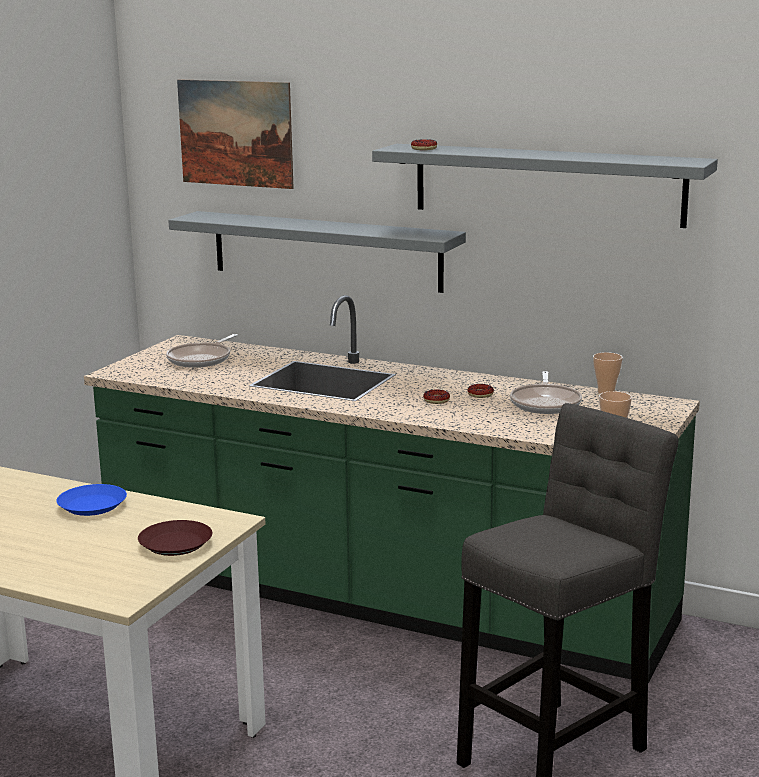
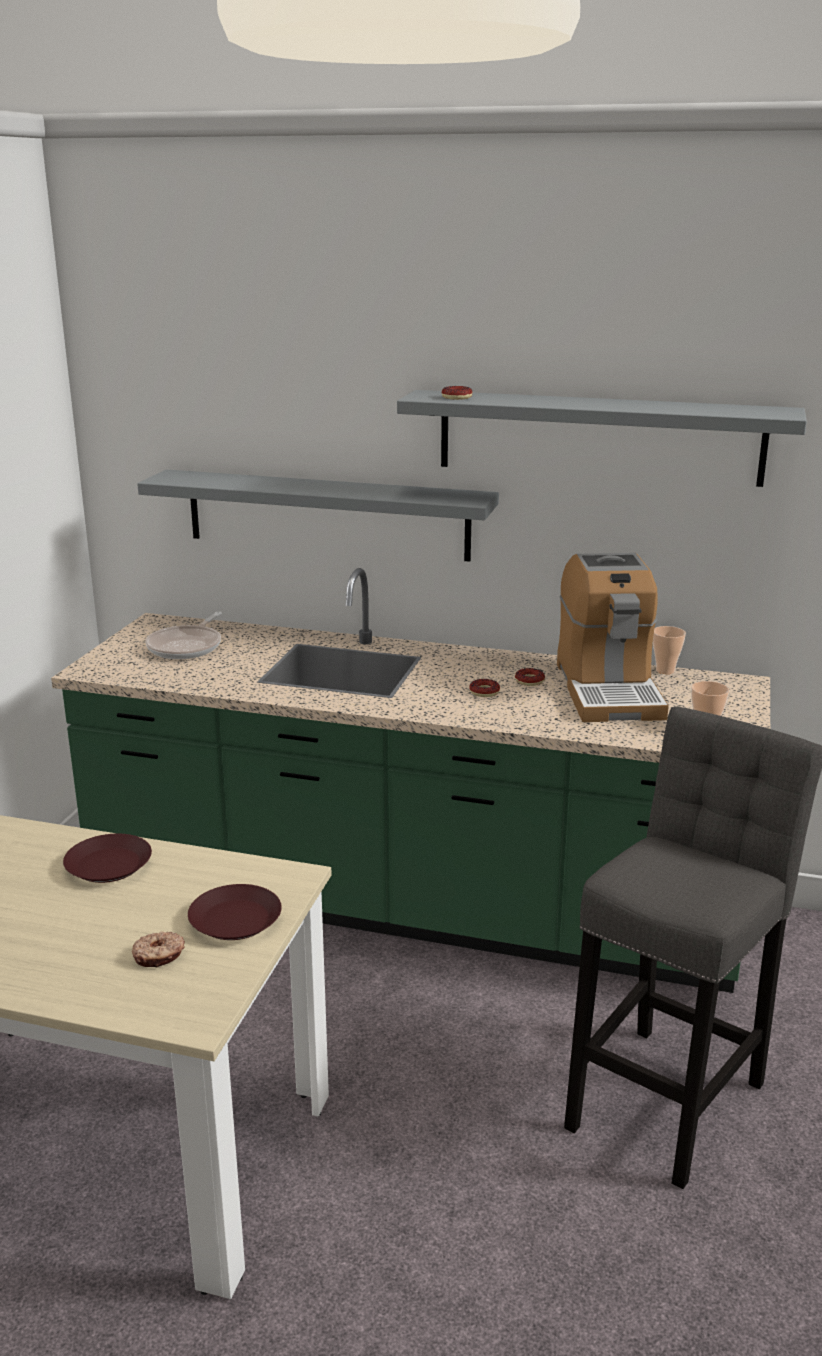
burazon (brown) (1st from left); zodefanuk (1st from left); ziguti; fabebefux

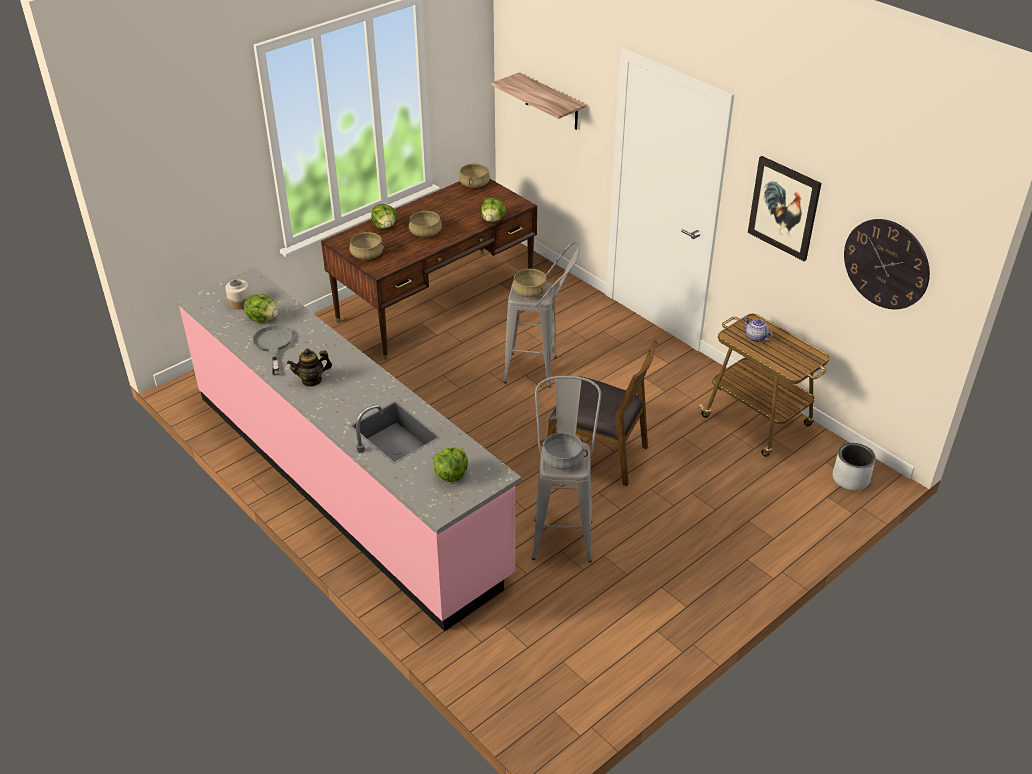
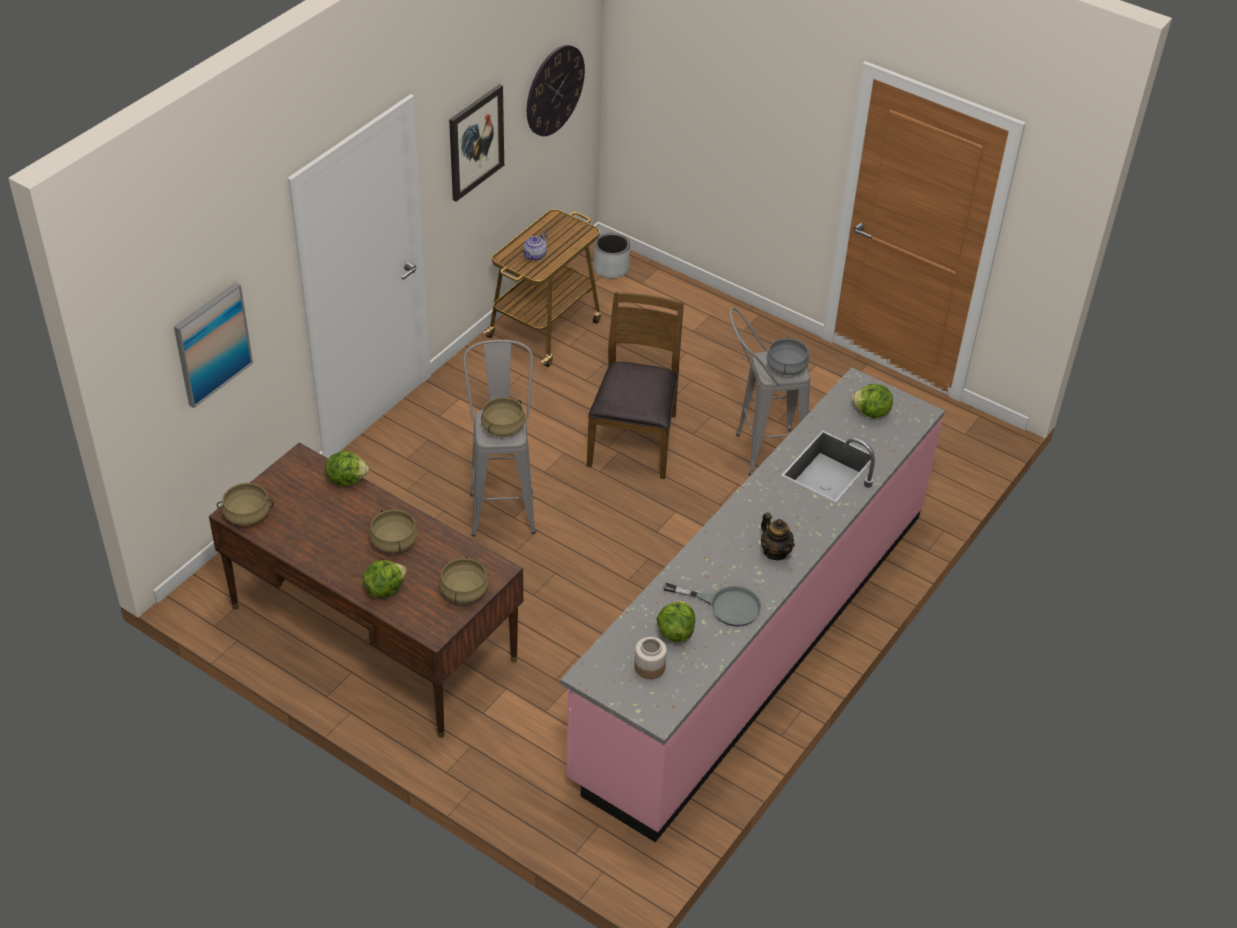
fabebefux (1st from left); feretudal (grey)

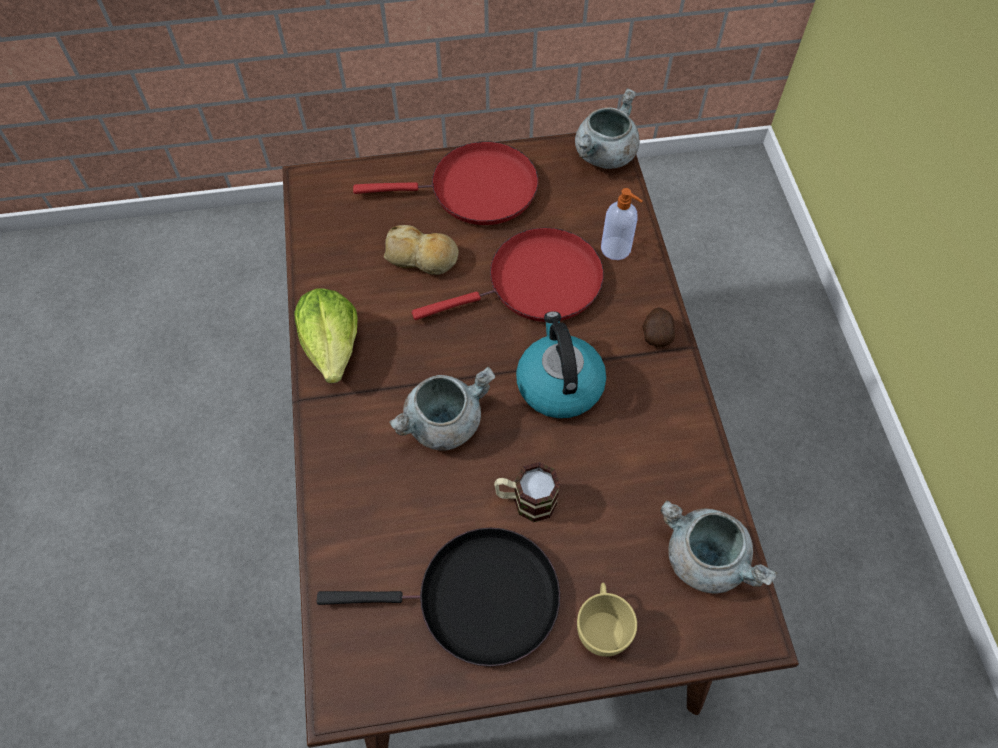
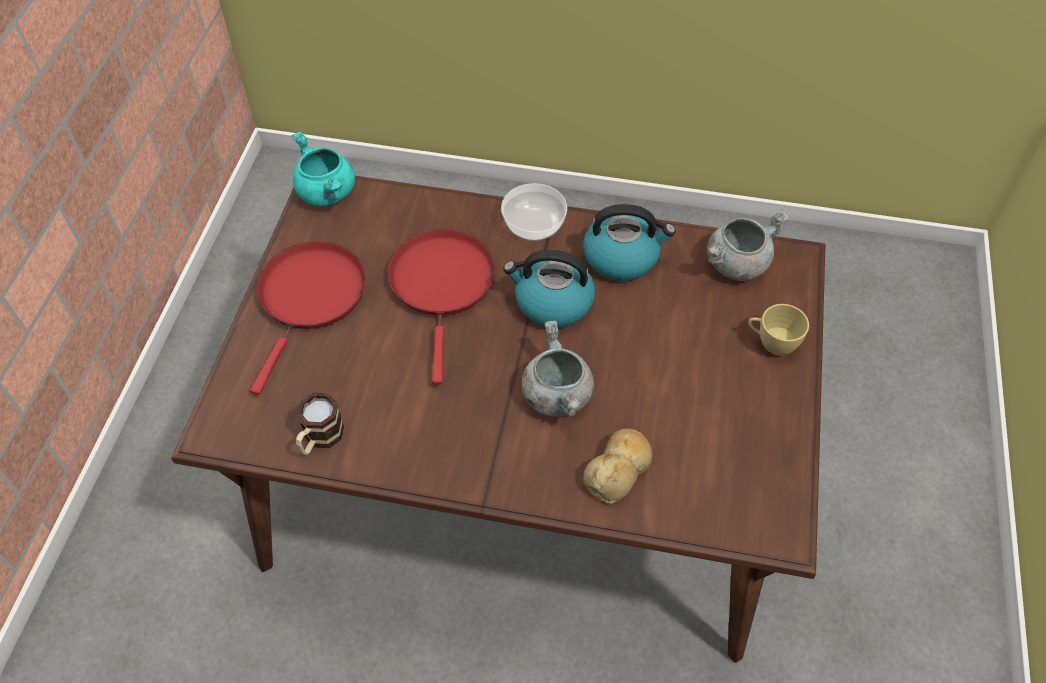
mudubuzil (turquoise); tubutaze; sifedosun; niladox (2nd from left); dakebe; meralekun; feretudal (black); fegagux

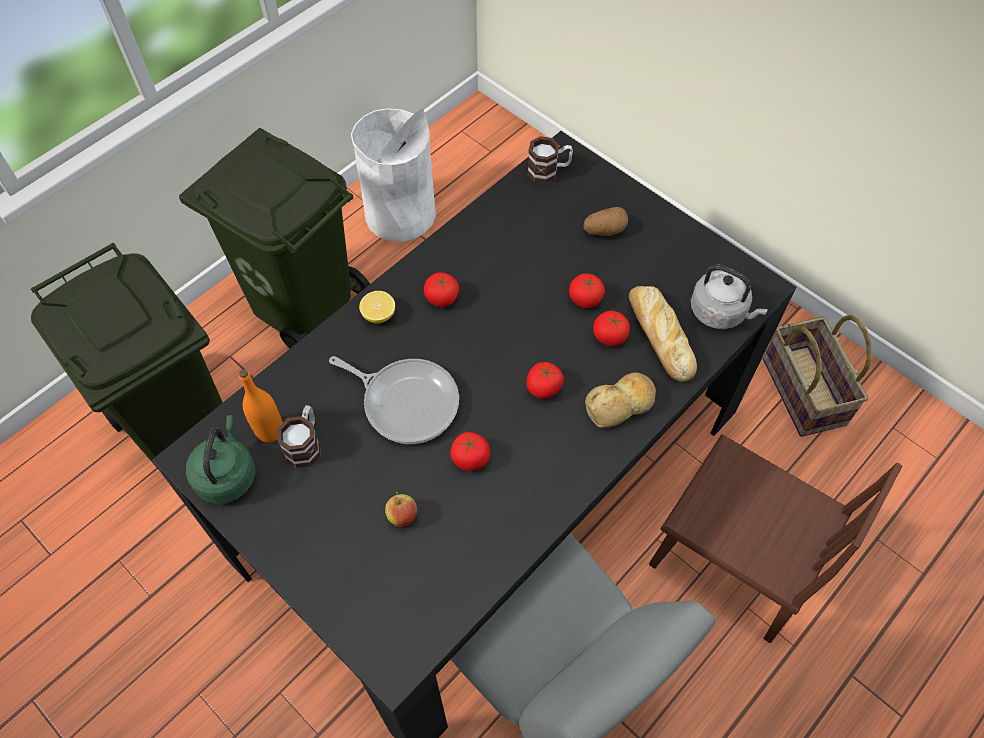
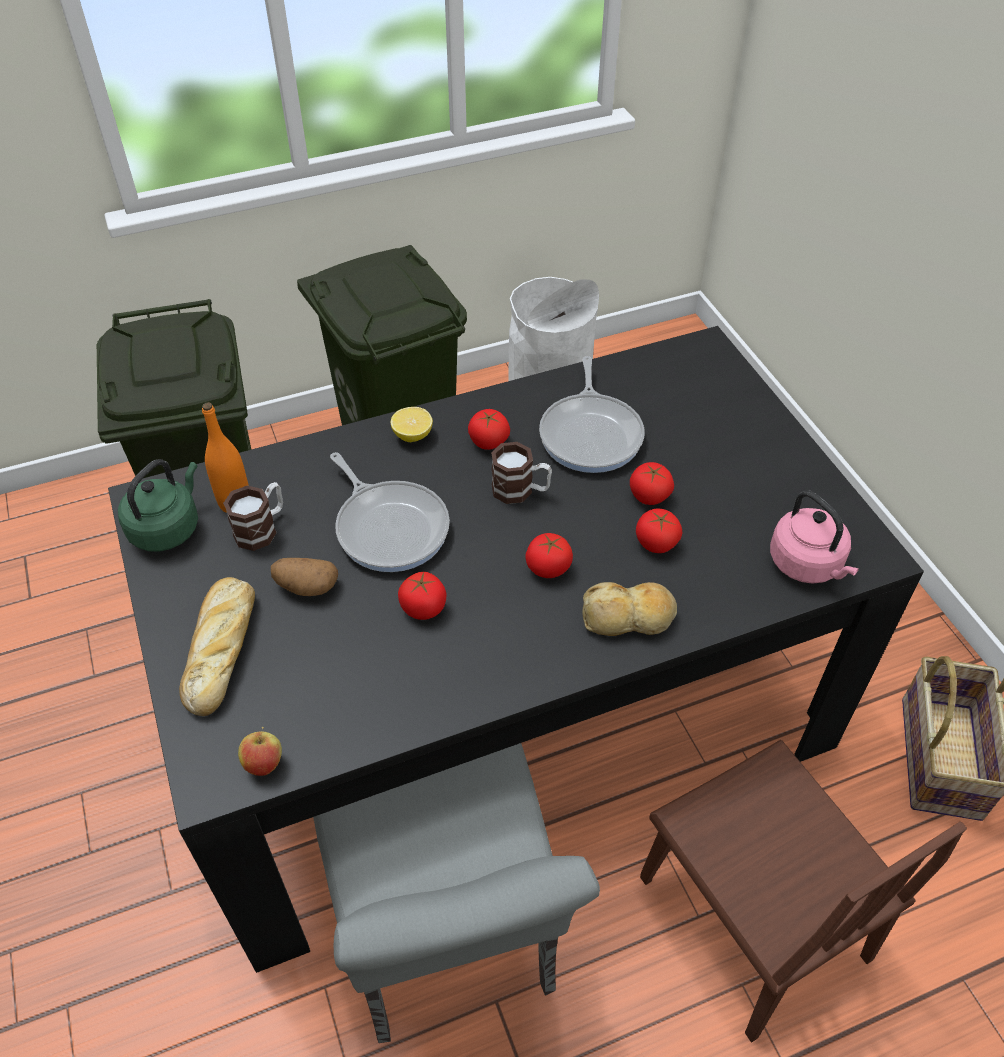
dakebe (1st from left); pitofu; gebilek; tubutaze (2nd from left); feretudal (2nd from left); niladox (pink)

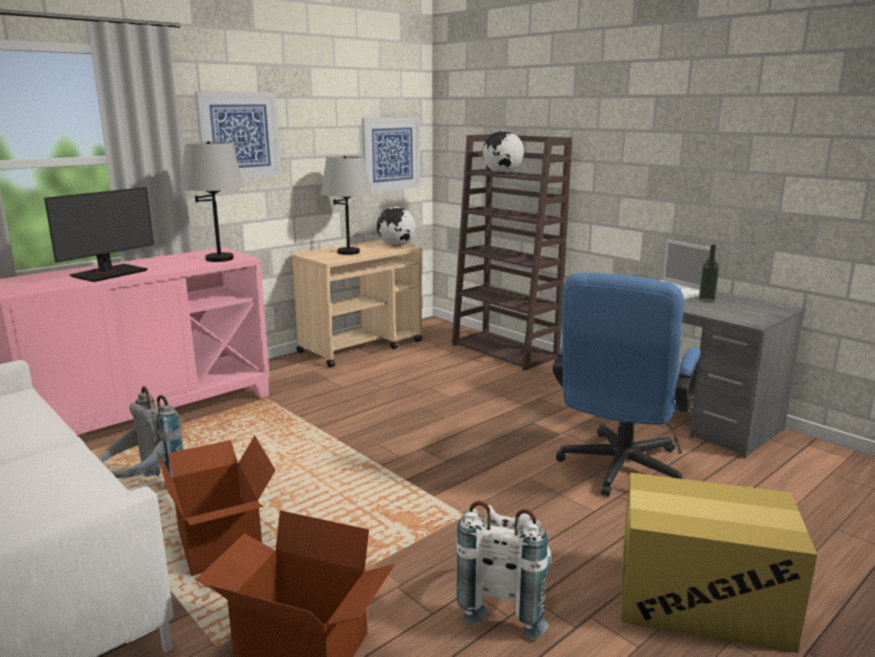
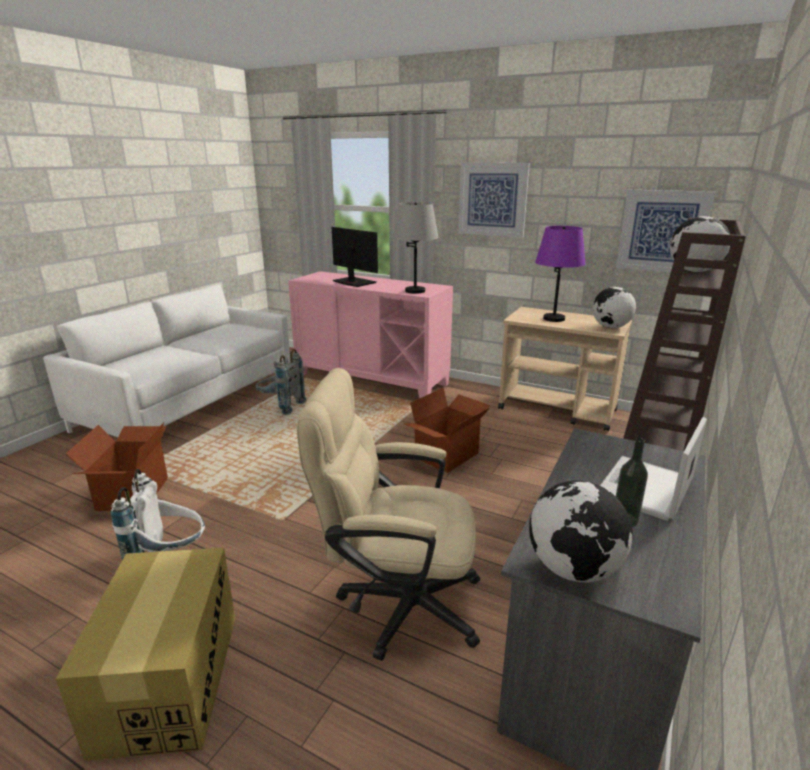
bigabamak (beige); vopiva; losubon (3rd from left); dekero (1st from left); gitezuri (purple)

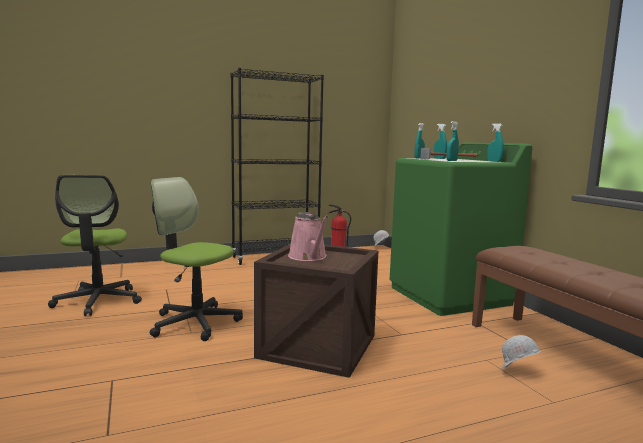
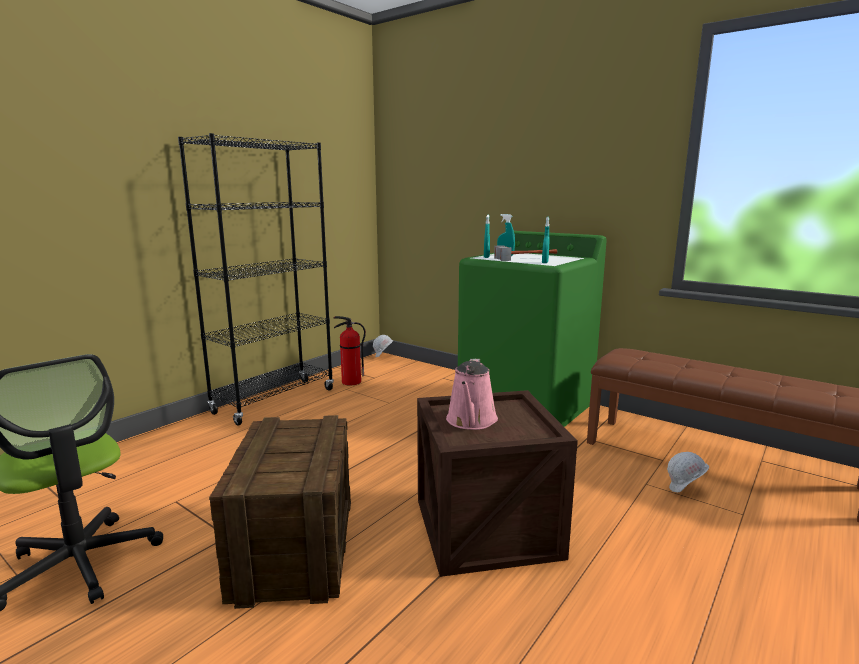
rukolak (1st from left); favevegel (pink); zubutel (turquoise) (4th from left in the first image)

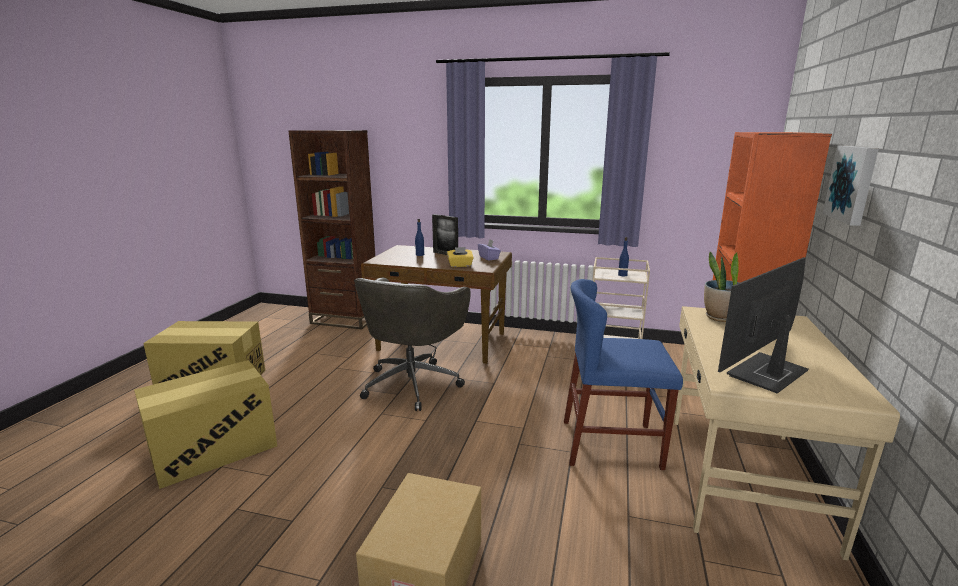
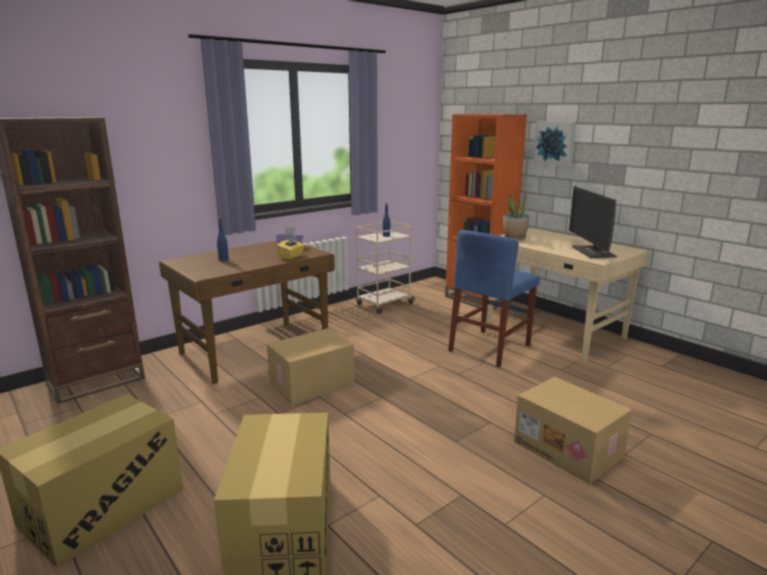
losubon (3rd from left); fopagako

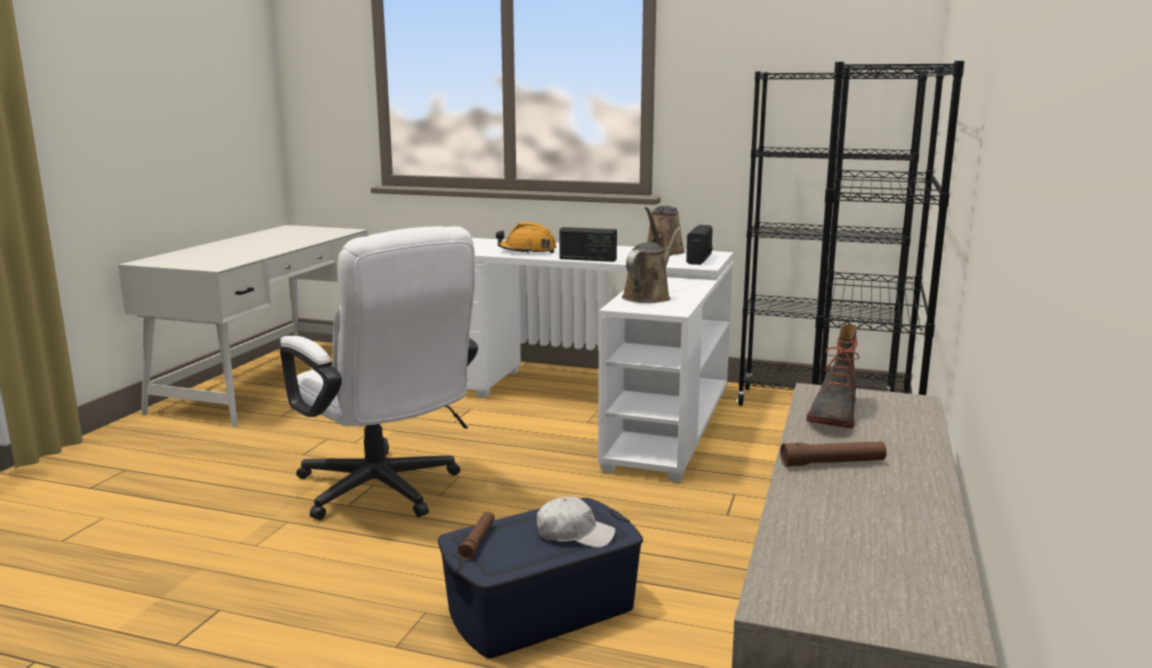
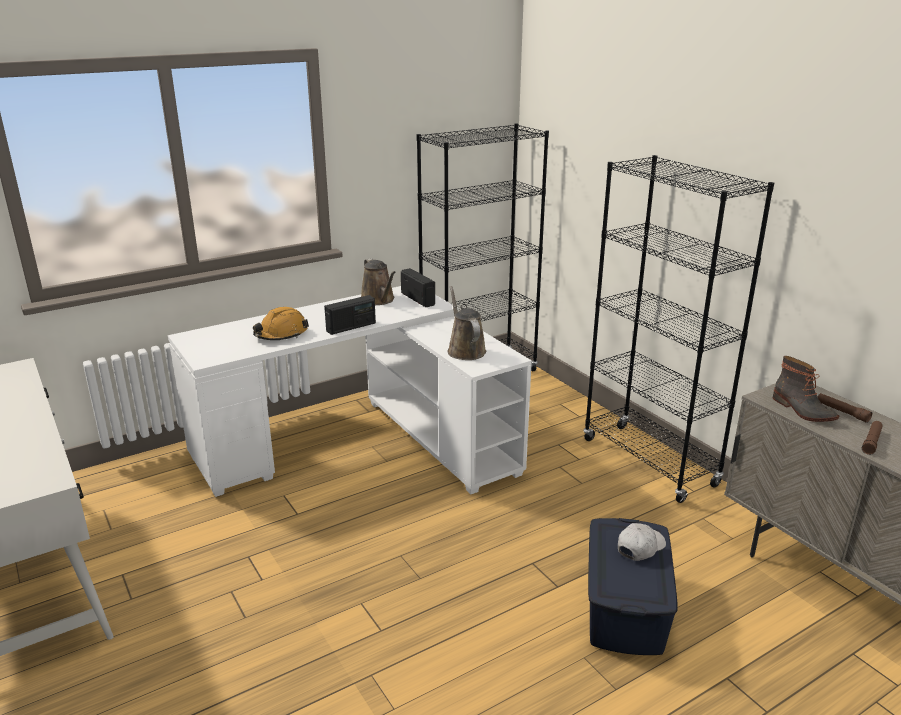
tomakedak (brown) (1st from left); bigabamak (white)

